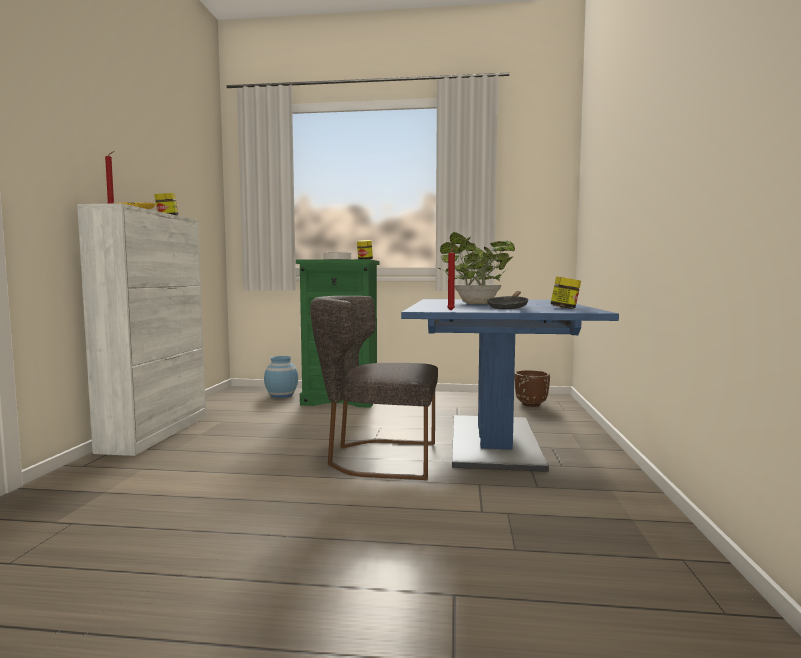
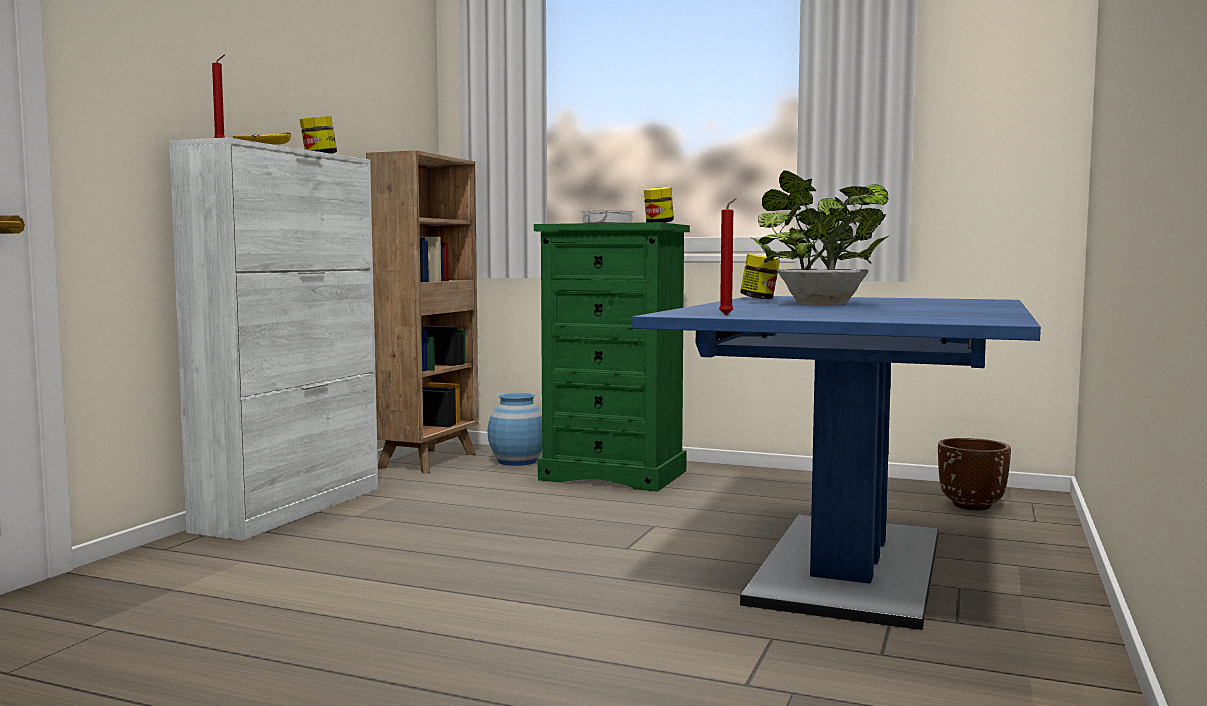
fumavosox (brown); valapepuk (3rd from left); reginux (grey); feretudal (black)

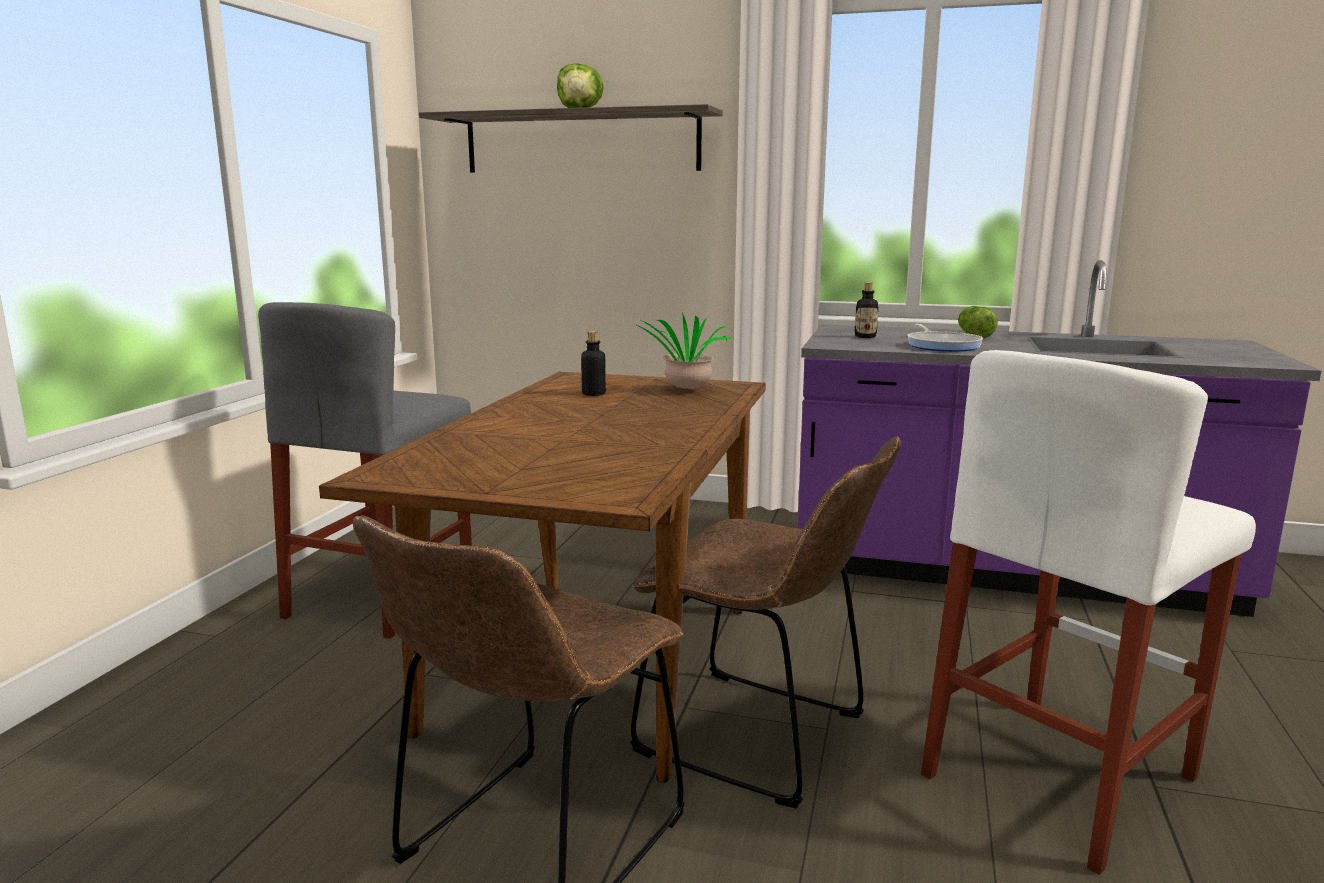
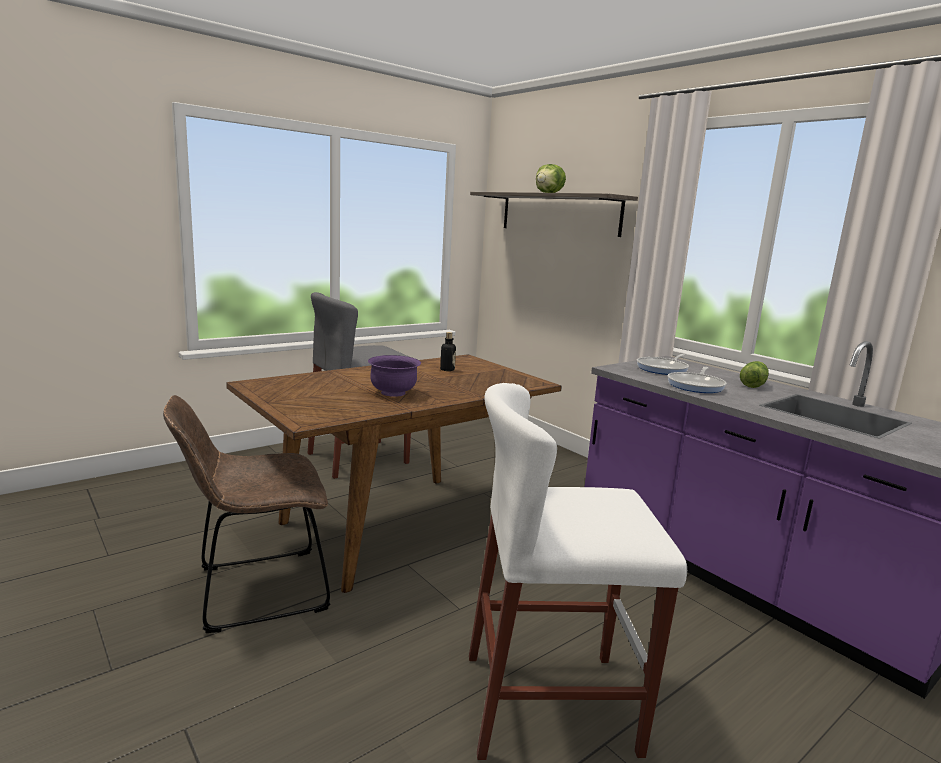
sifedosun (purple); feretudal (1st from left); reginux (brown) (2nd from left in the first image); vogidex

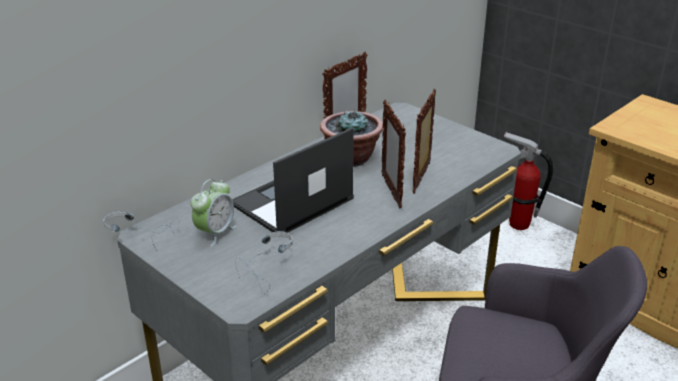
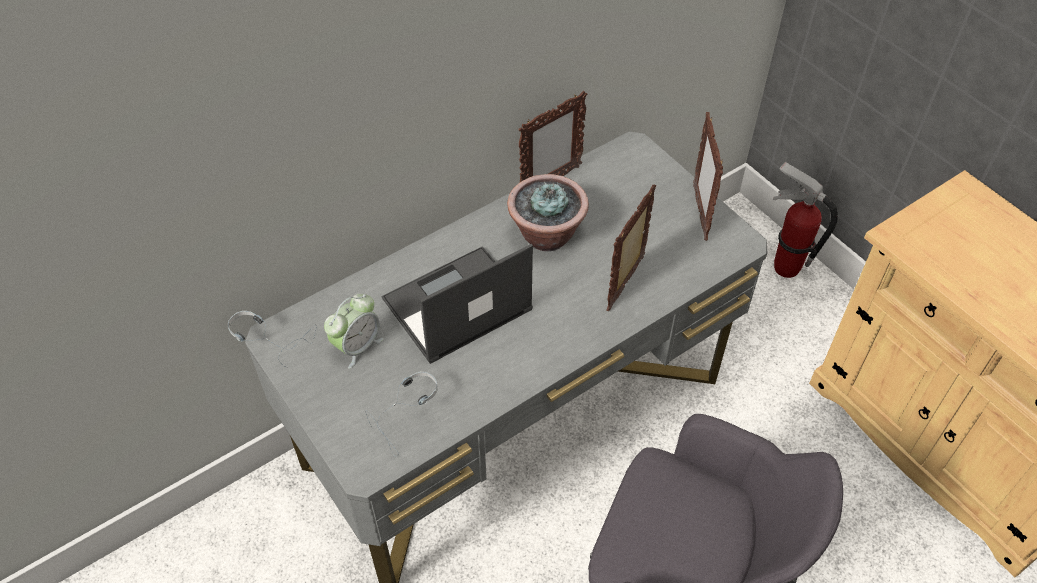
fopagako (3rd from left)

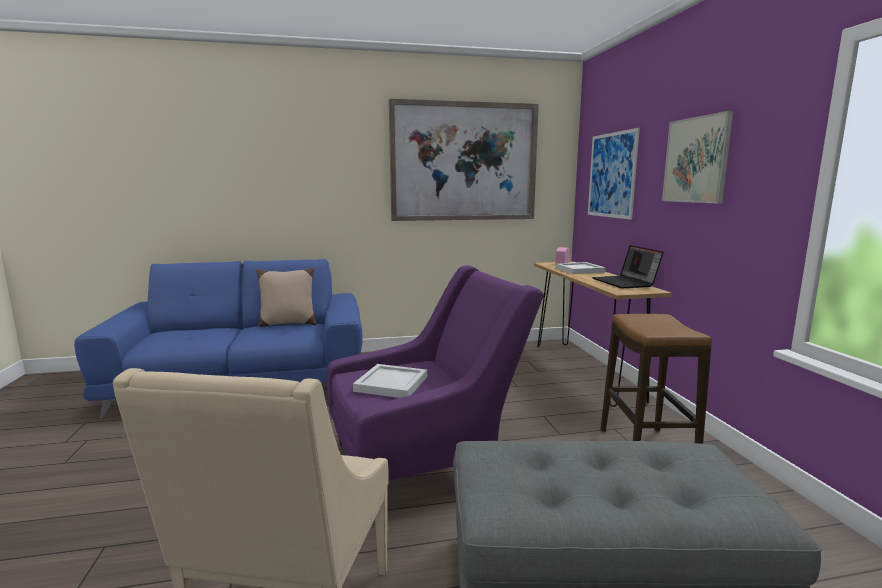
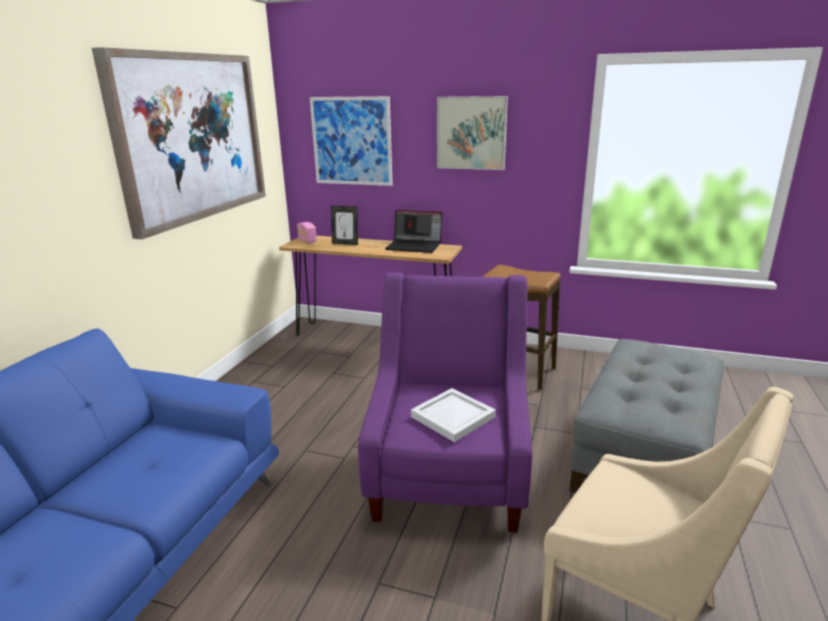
fopagako; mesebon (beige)

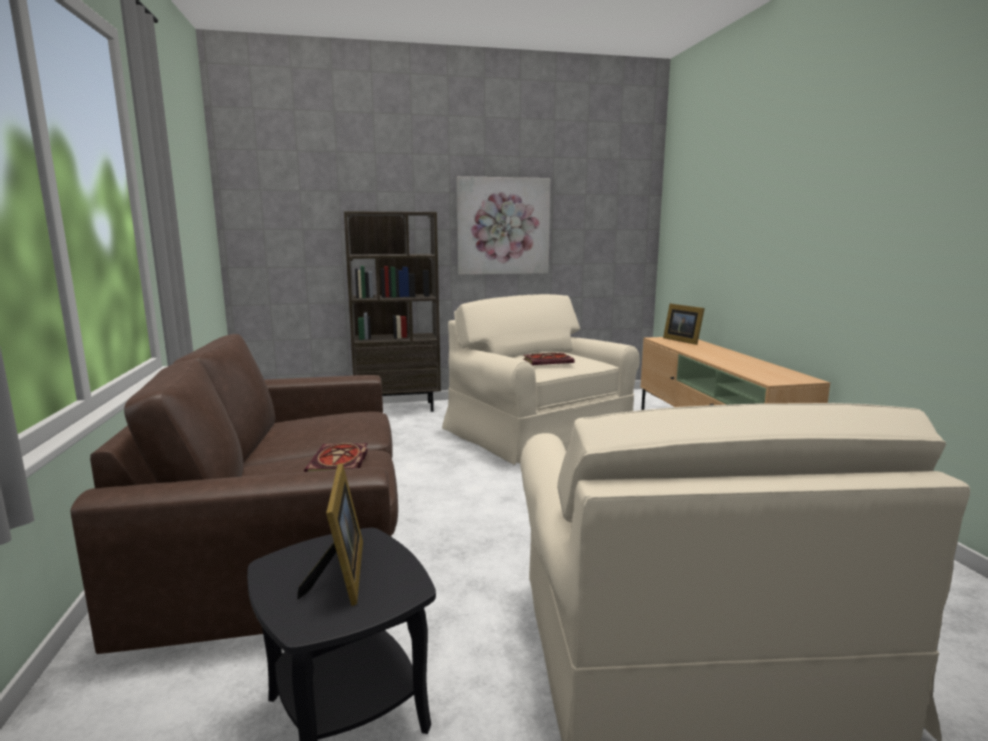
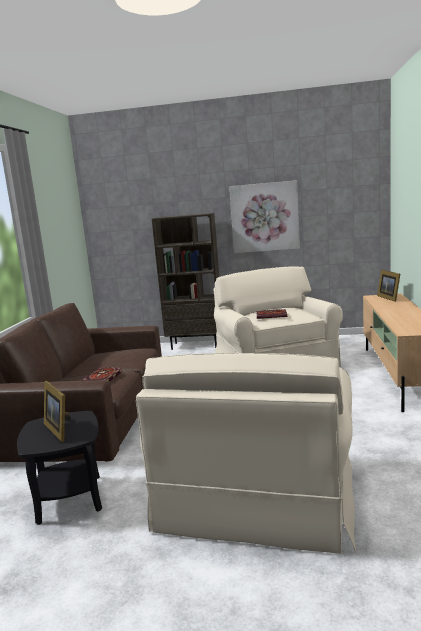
fopagako (1st from left)

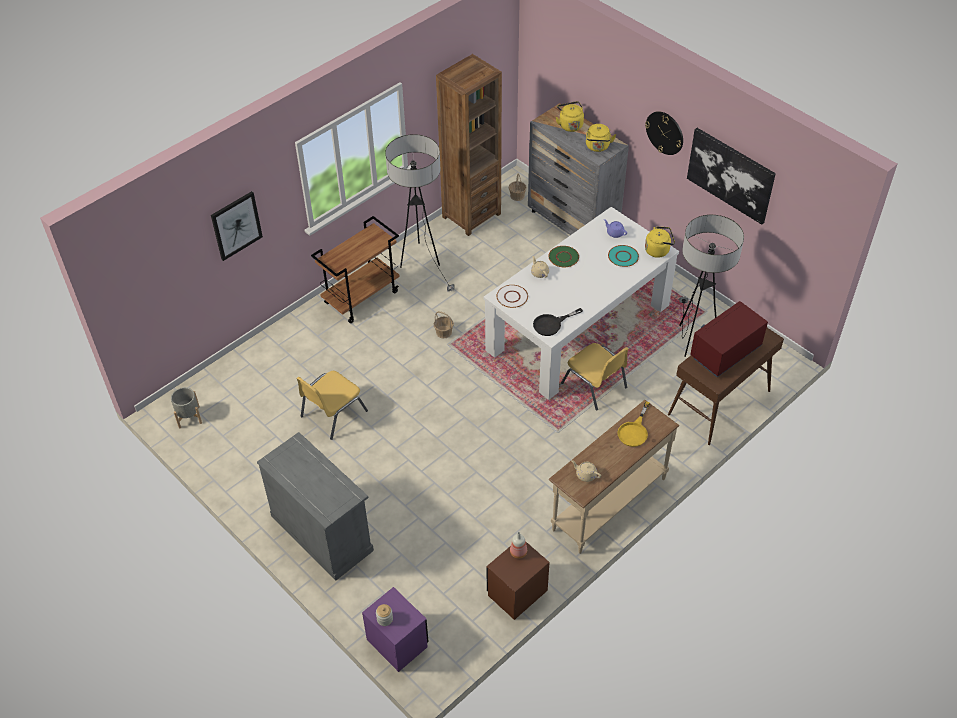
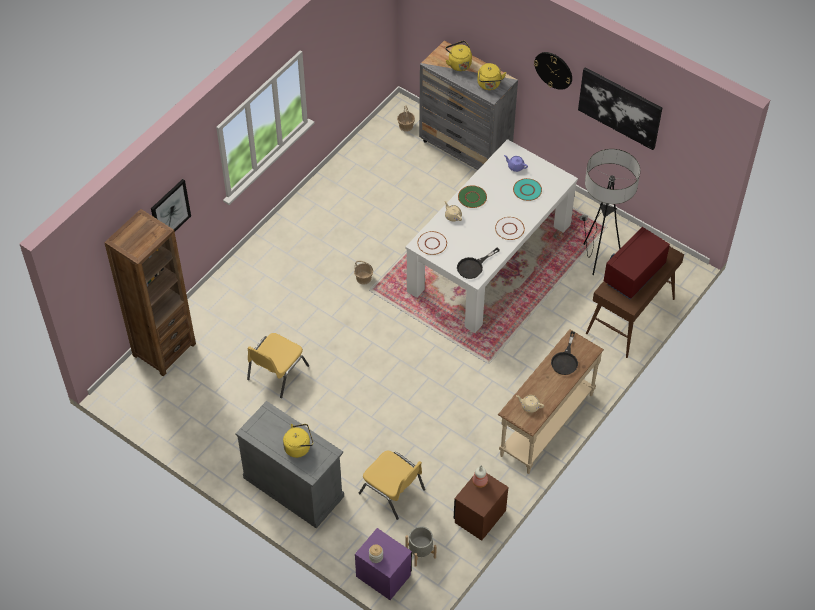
fumavosox (brown); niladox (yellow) (1st from left); reginux (yellow) (2nd from left); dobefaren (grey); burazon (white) (2nd from left); feretudal (black) (2nd from left); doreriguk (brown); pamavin (1st from left in the first image)

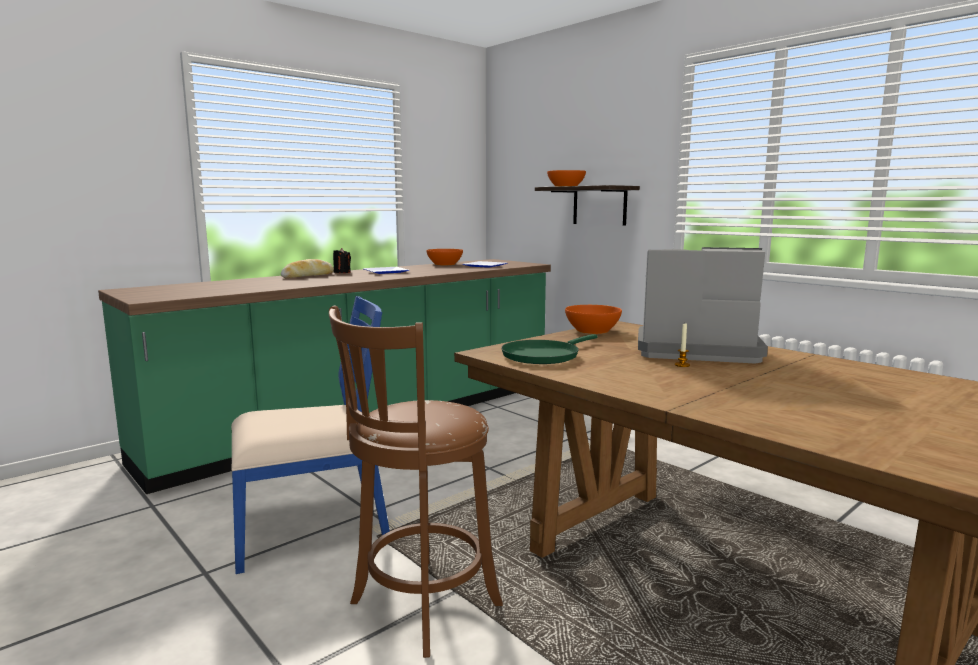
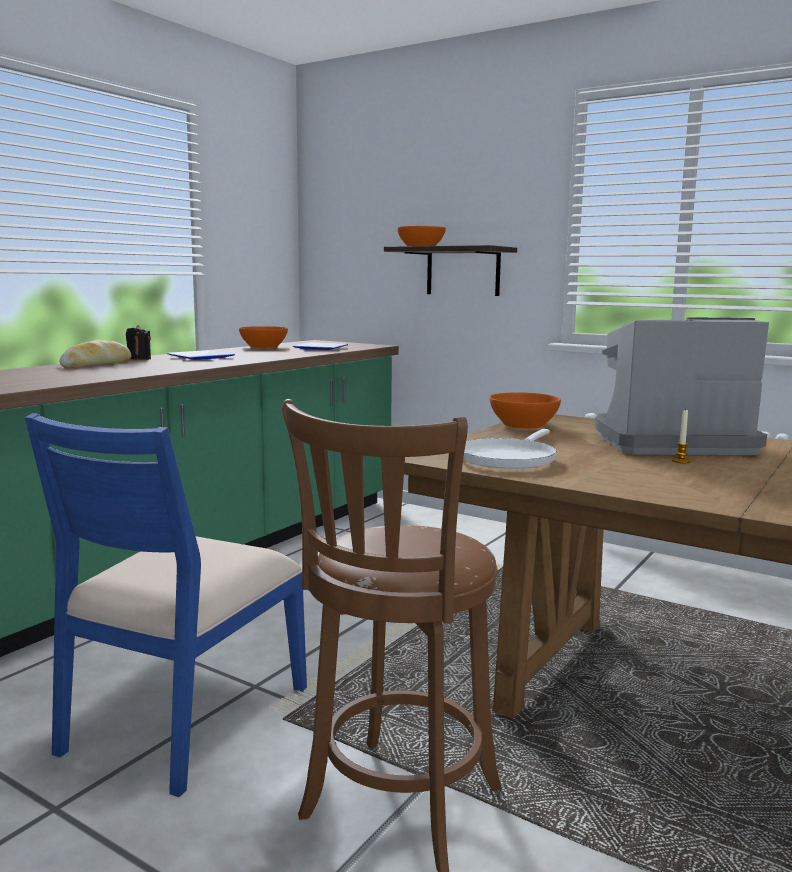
reginux (blue); feretudal (white)

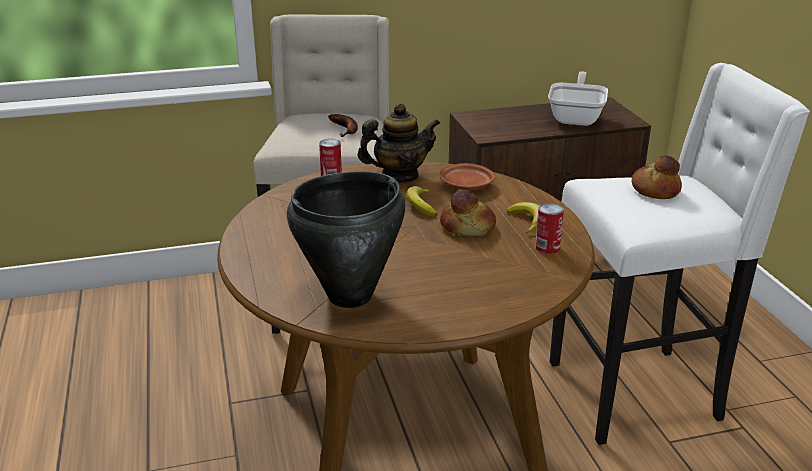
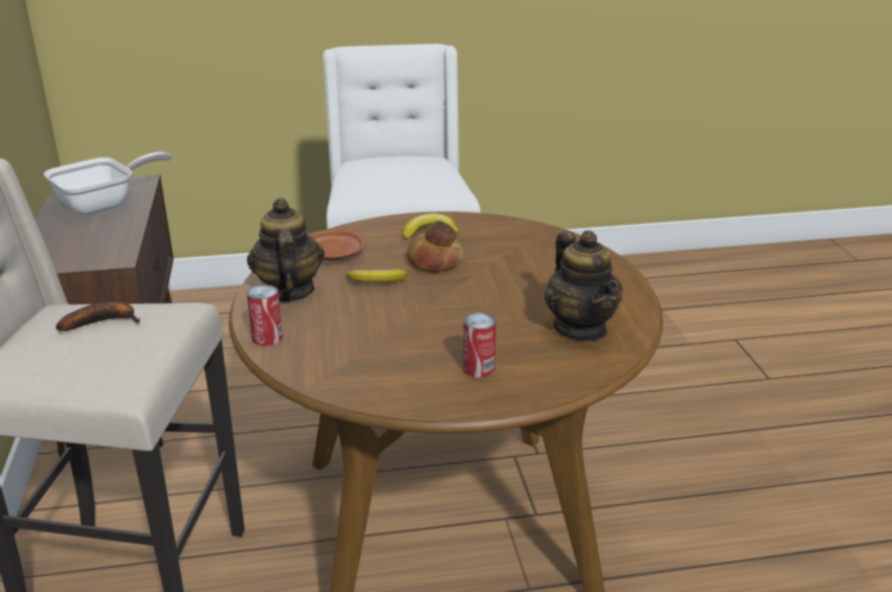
feretudal; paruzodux (2nd from left); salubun (2nd from left); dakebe (2nd from left in the first image)

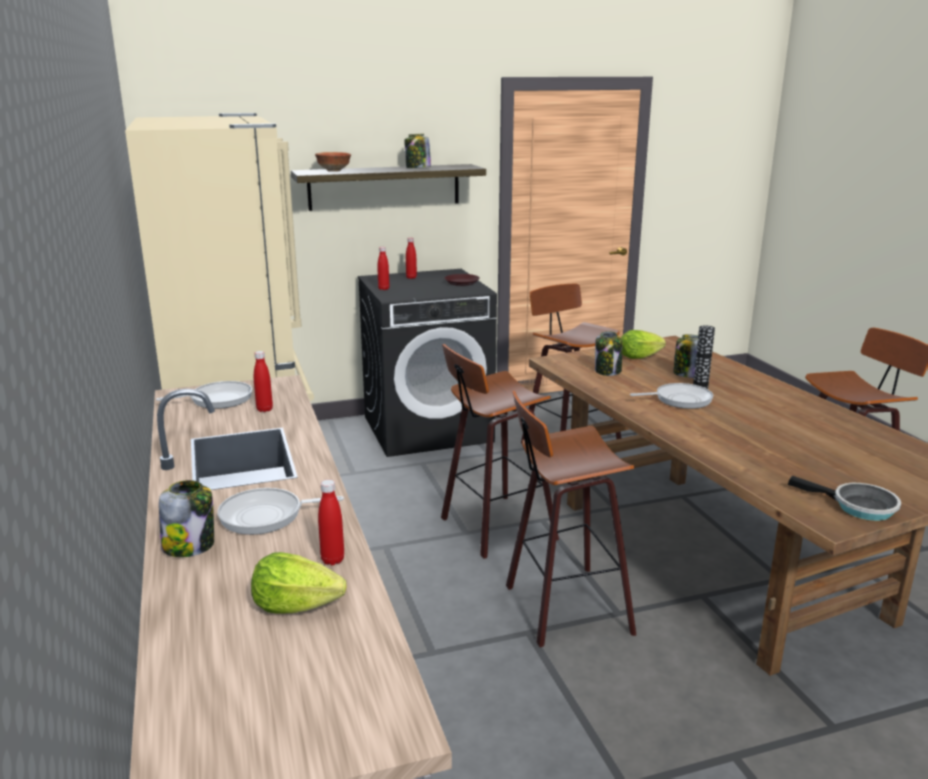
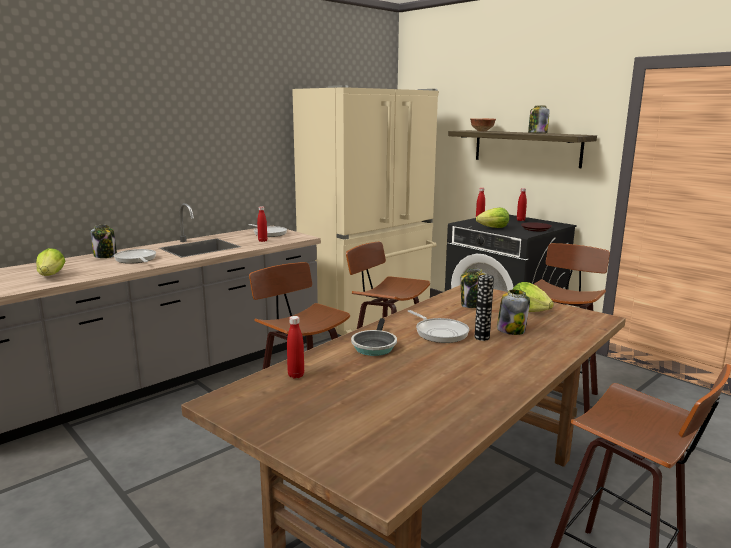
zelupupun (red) (2nd from left); feretudal (3rd from left); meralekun (2nd from left)

